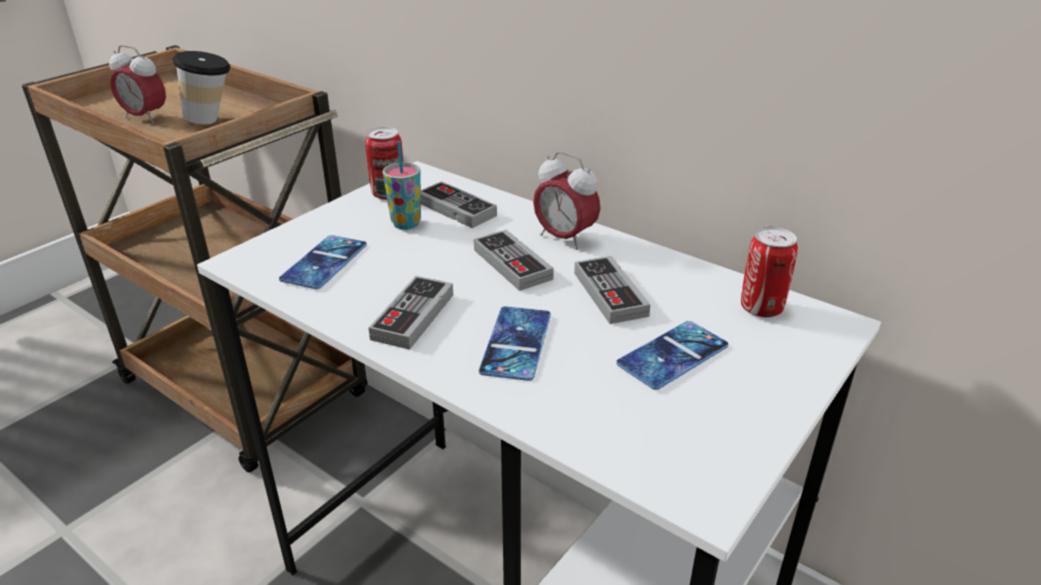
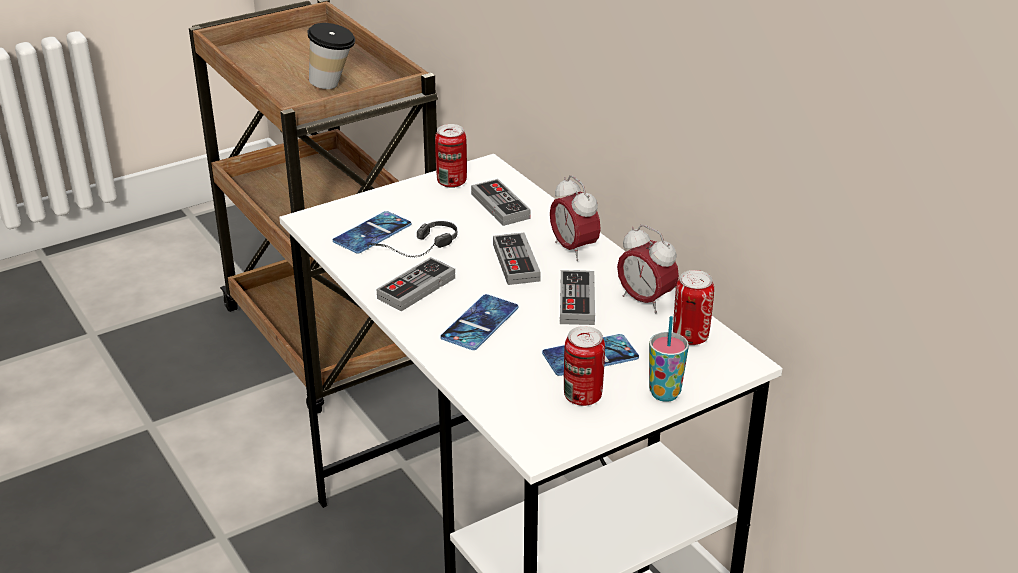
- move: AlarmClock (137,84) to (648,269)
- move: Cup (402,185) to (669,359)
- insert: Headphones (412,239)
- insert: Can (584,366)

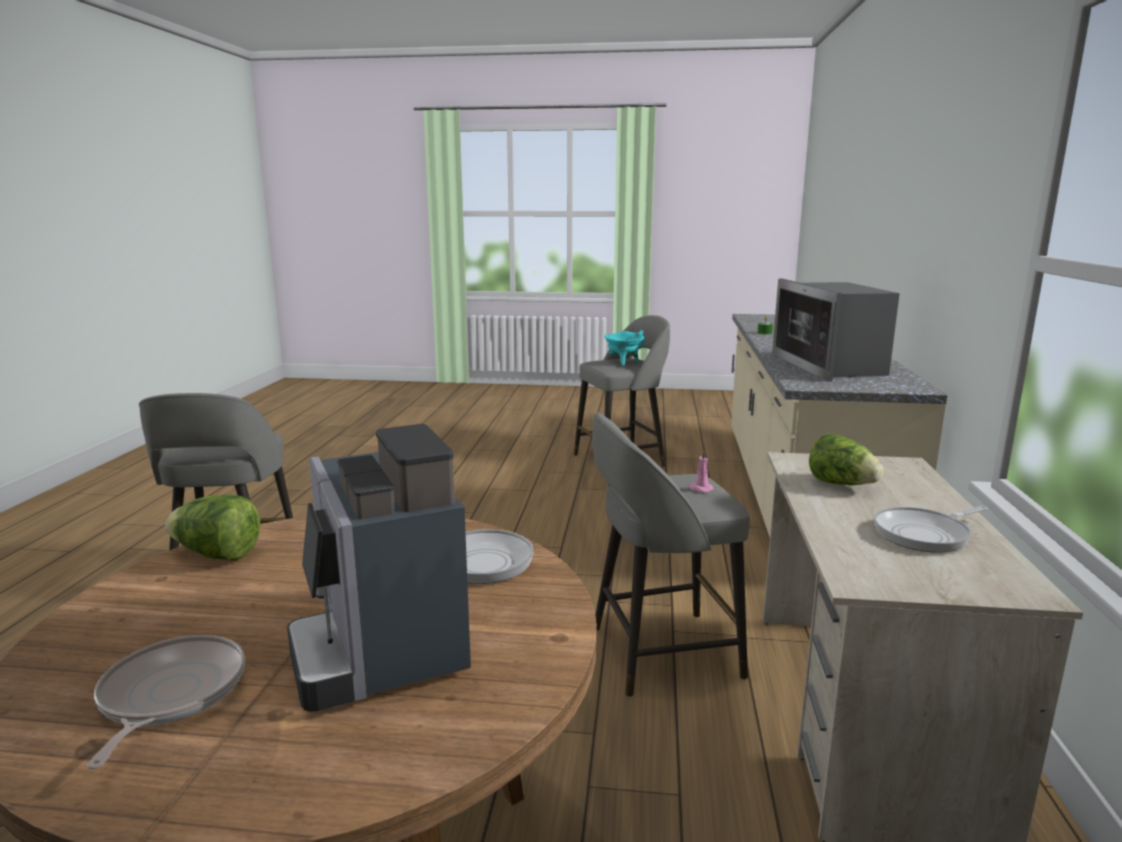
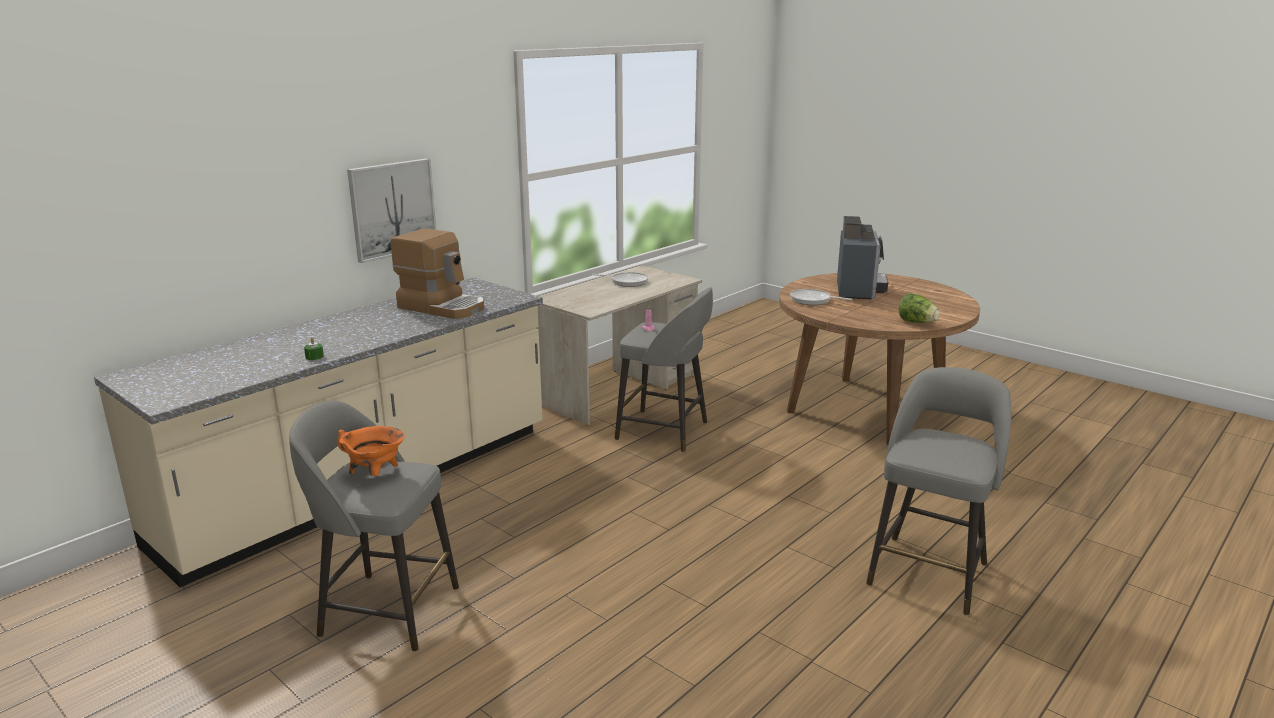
- delete: FryingPan (166,702)
- recolor: TurquoiseCookingPot (624,348) to OrangeCookingPot (371,451)
- replace: Microwave (836,330) to CoffeeMachine (437,274)
- delete: Lettuce (846,459)
- insert: Picture (391,210)

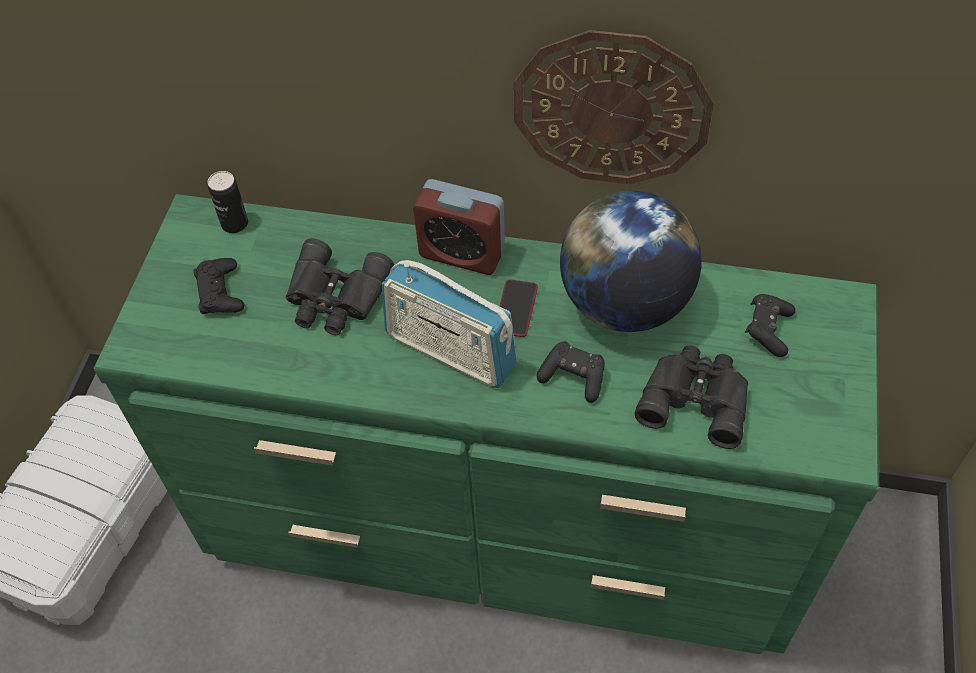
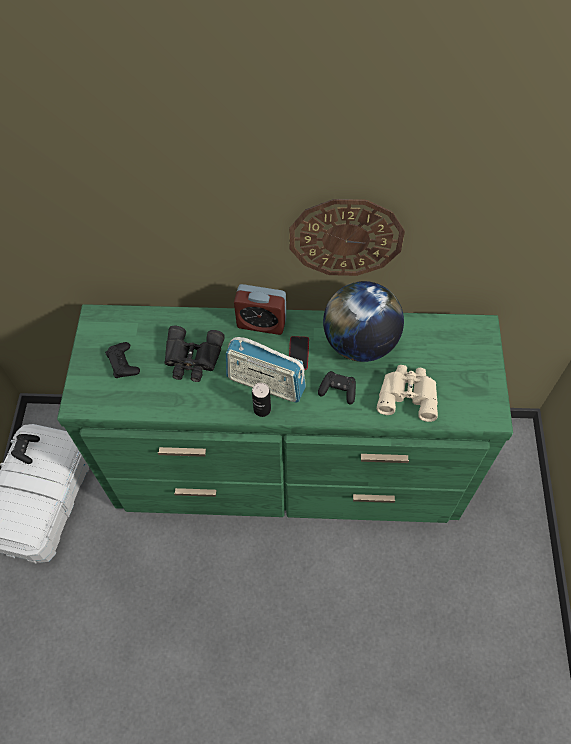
- move: Can (228,202) to (261,400)
- recolor: BlackBinoculars (691,397) to BeigeBinoculars (407,393)
- move: BlackGameController (770,325) to (25,449)

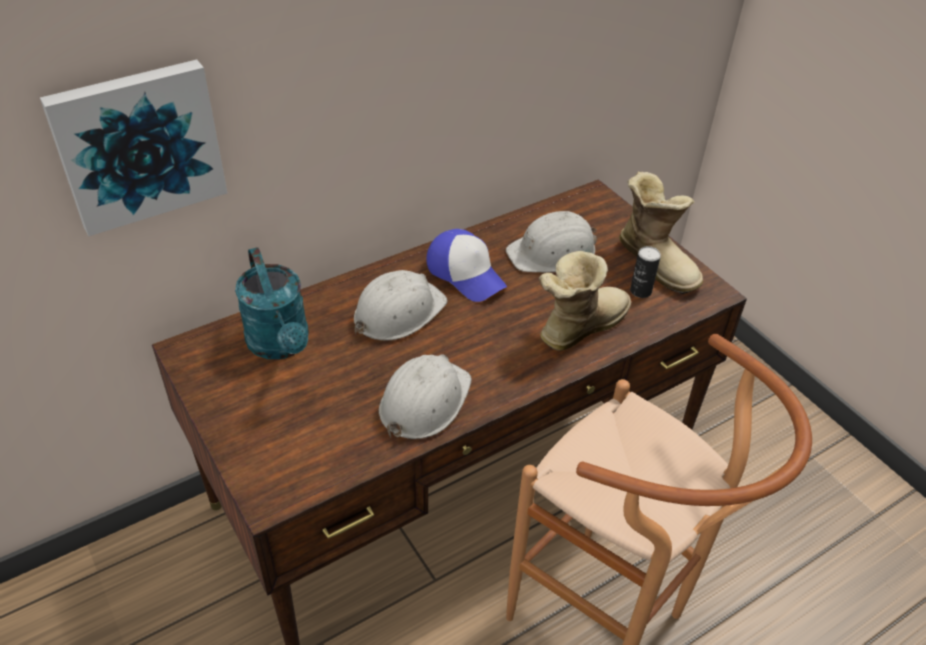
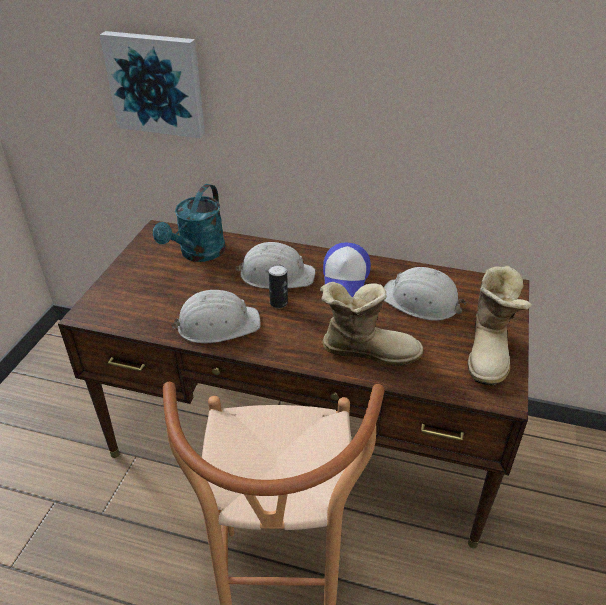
- move: Can (645,272) to (278,286)

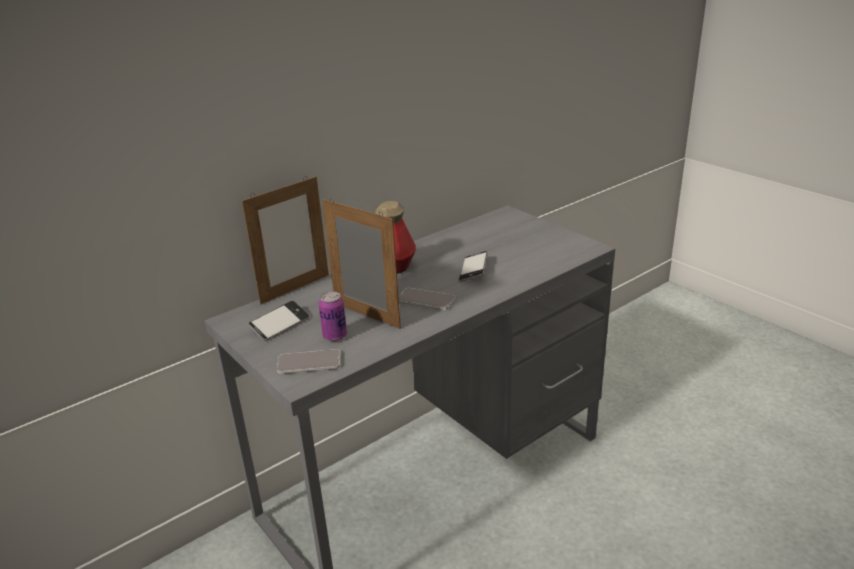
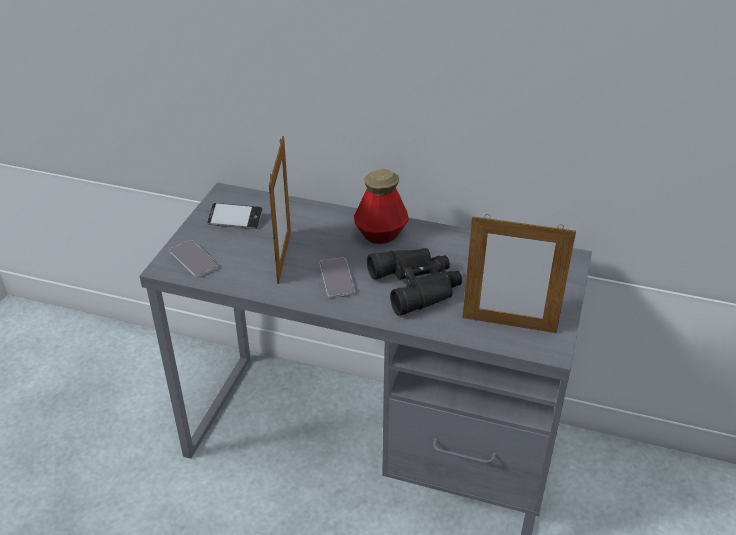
- move: PictureFrame (285,240) to (519,273)
- delete: Can (332,316)
- replace: Phone (473,266) to BlackBinoculars (414,282)

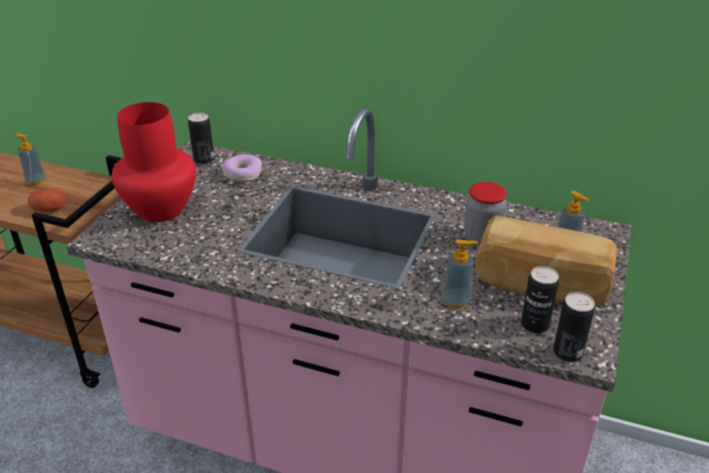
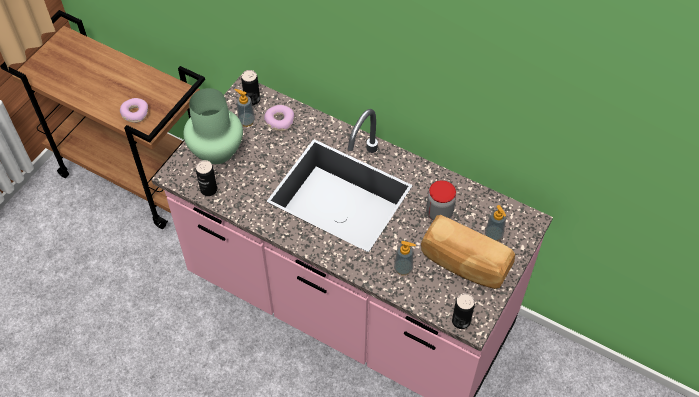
- move: SoapDispenser (29,159) to (245,108)
- replace: Potato (46,200) to Donut (134,110)
- recolor: RedVase (154,162) to GreenVase (213,126)
- move: Can (540,299) to (206,178)

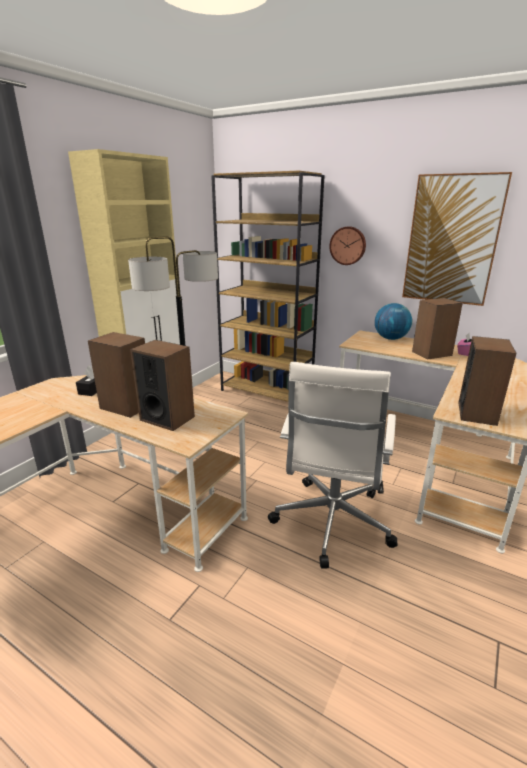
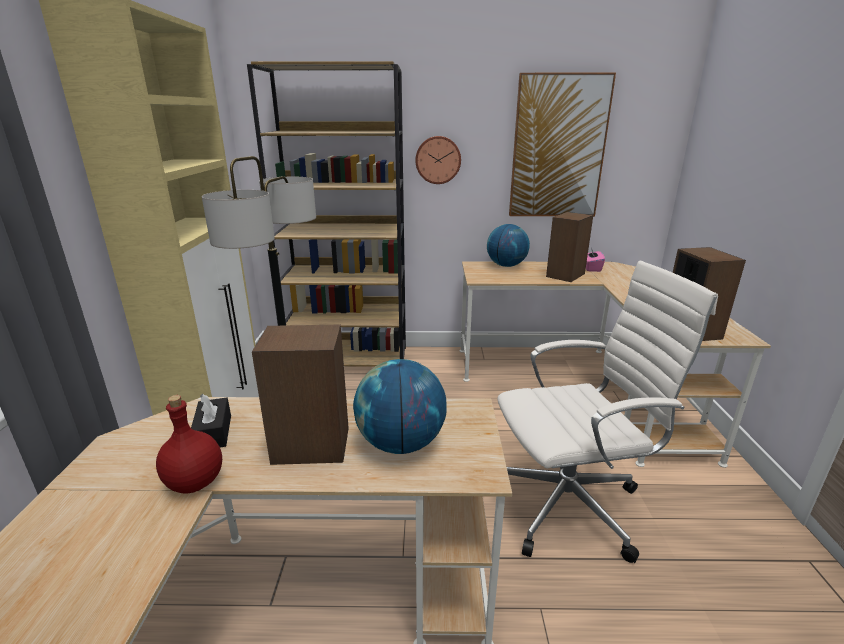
- replace: Speaker (162,385) to Globe (400,406)
- rotate: WhiteOfficeChair (332,465) = (607,412) 90 degrees counterclockwise
- insert: RedBottle (189,444)

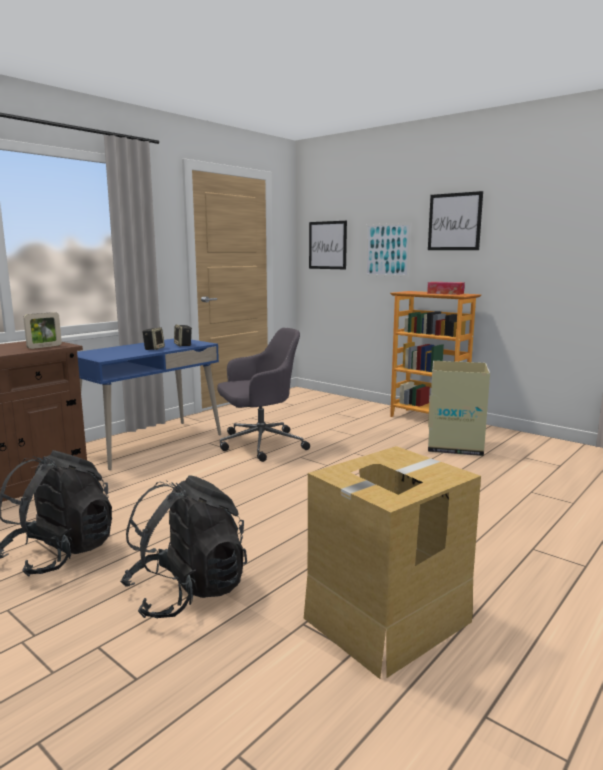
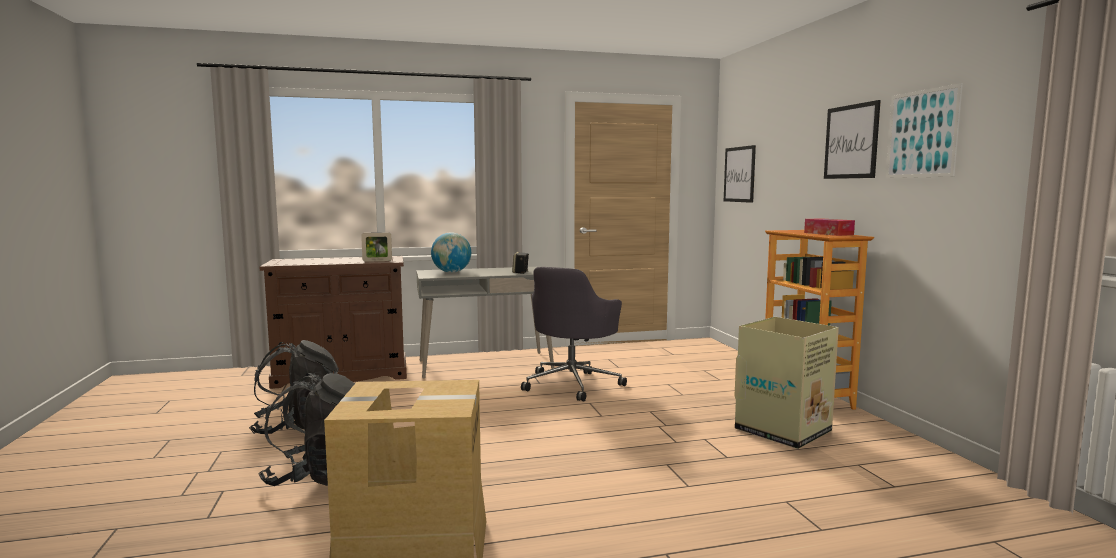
- recolor: BlueDesk (149,404) to GreyDesk (485,323)
- delete: Speaker (153,338)
- rotate: GreyOfficeChair (263,395) = (574,334) 105 degrees clockwise
- move: Picture (388,250) to (924,130)
- insert: Globe (451,252)

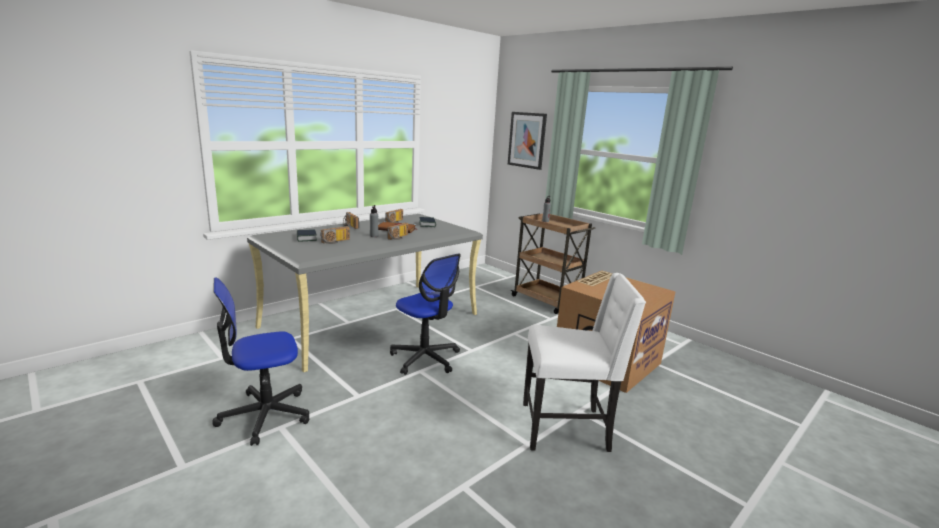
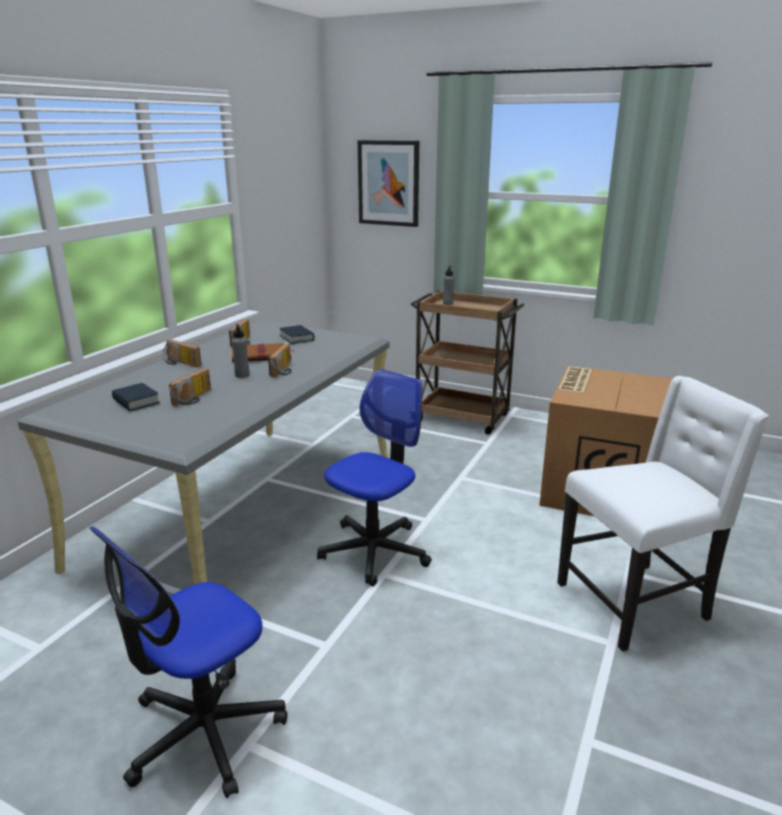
- rotate: OfficeChair (425,314) = (374,477) 75 degrees counterclockwise

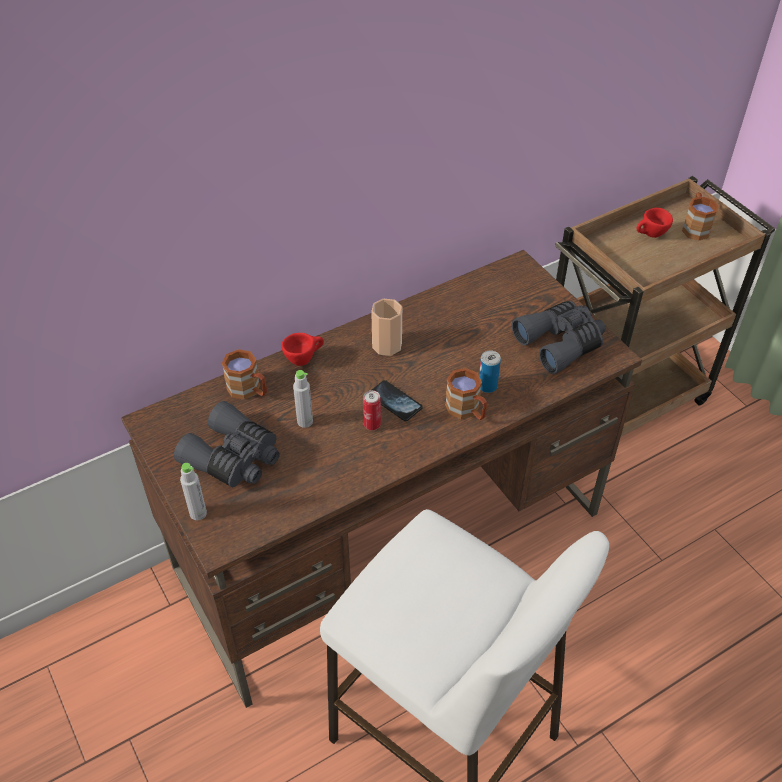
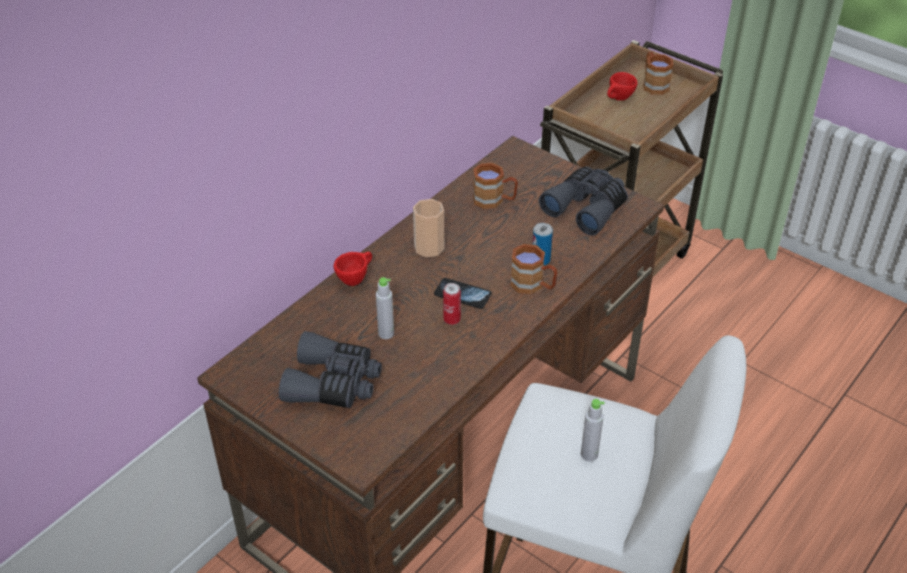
- move: GreyBottle (193,491) to (593,430)
- move: BrownMug (244,374) to (495,186)

